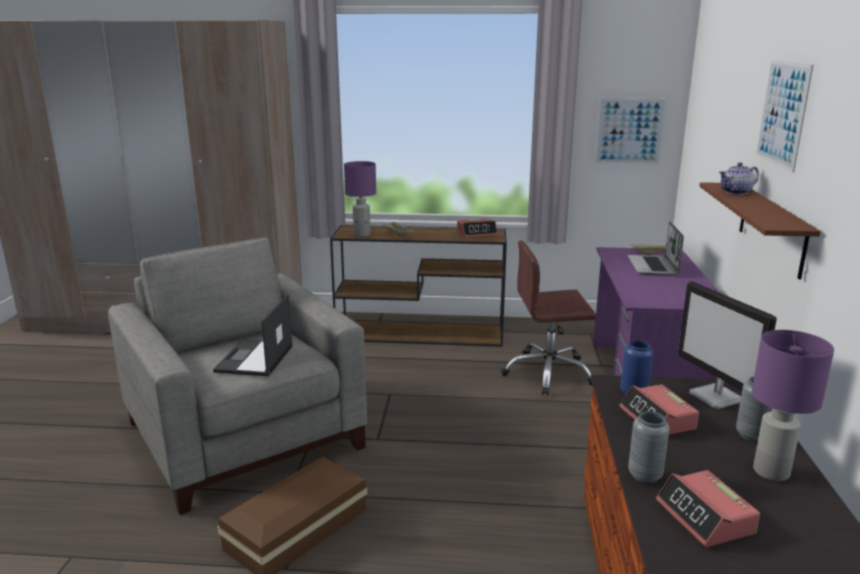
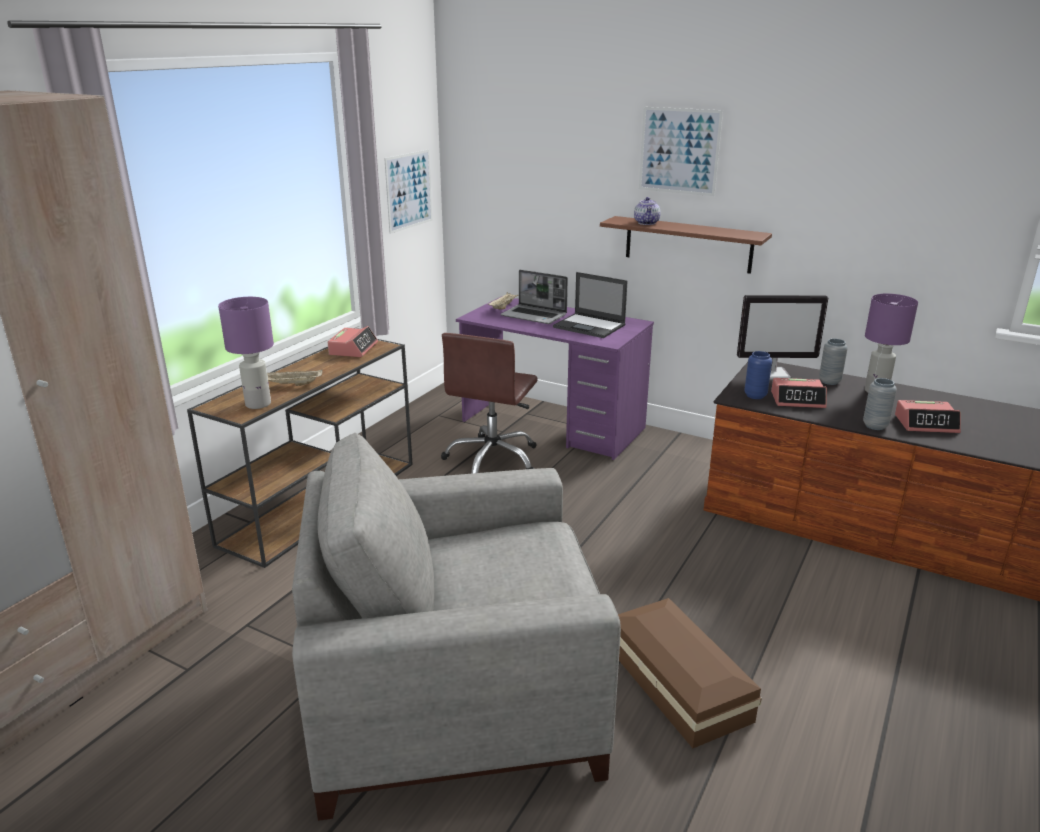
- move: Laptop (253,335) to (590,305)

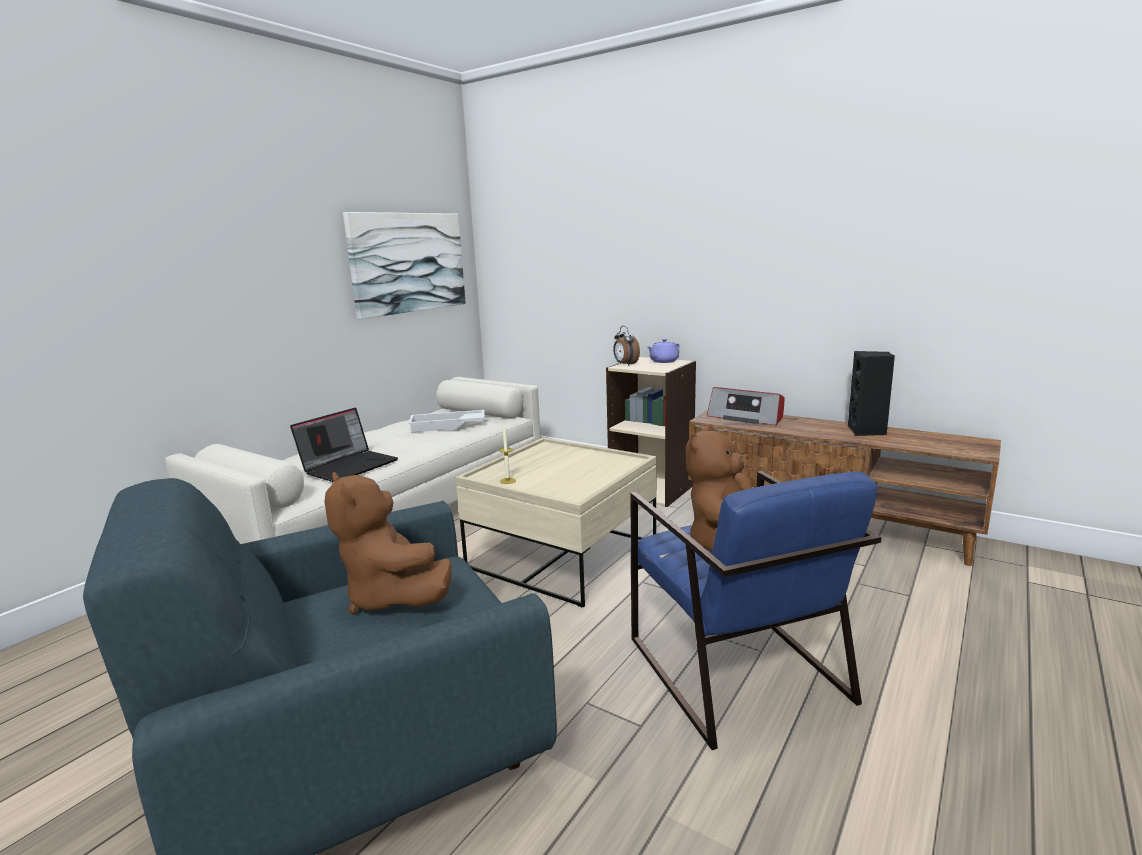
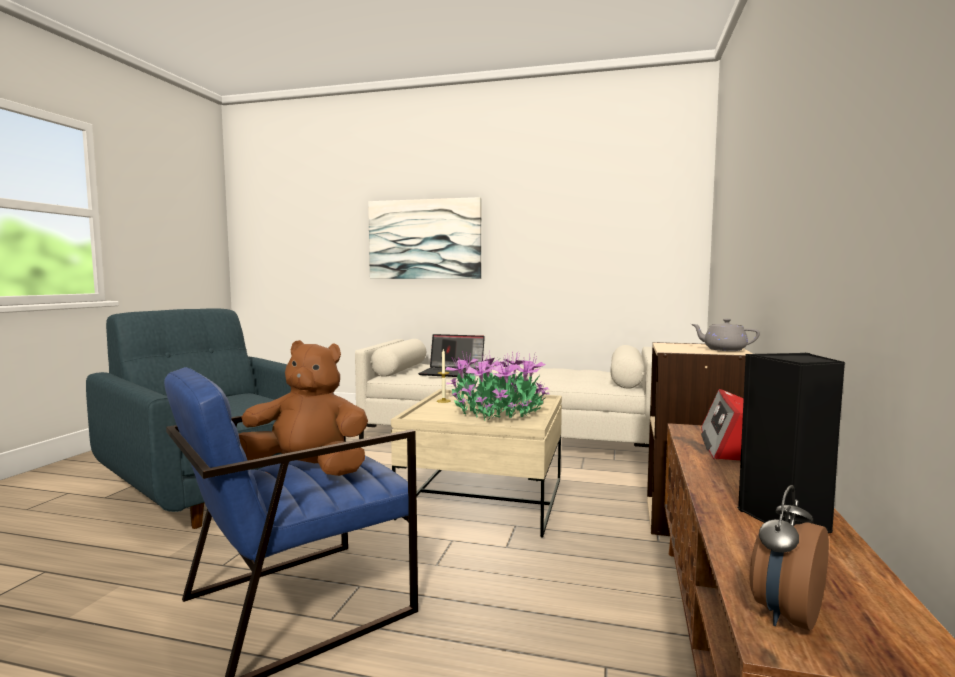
- delete: BrownPlushToy (388,543)
- move: Picture (404,265) to (424,238)
- delete: WhiteTray (446,421)
- move: AlarmClock (626,346) to (789,558)
- recolor: PurpleTeapot (664,351) to GreyTeapot (725,335)
- insert: PottedPlant (497,385)

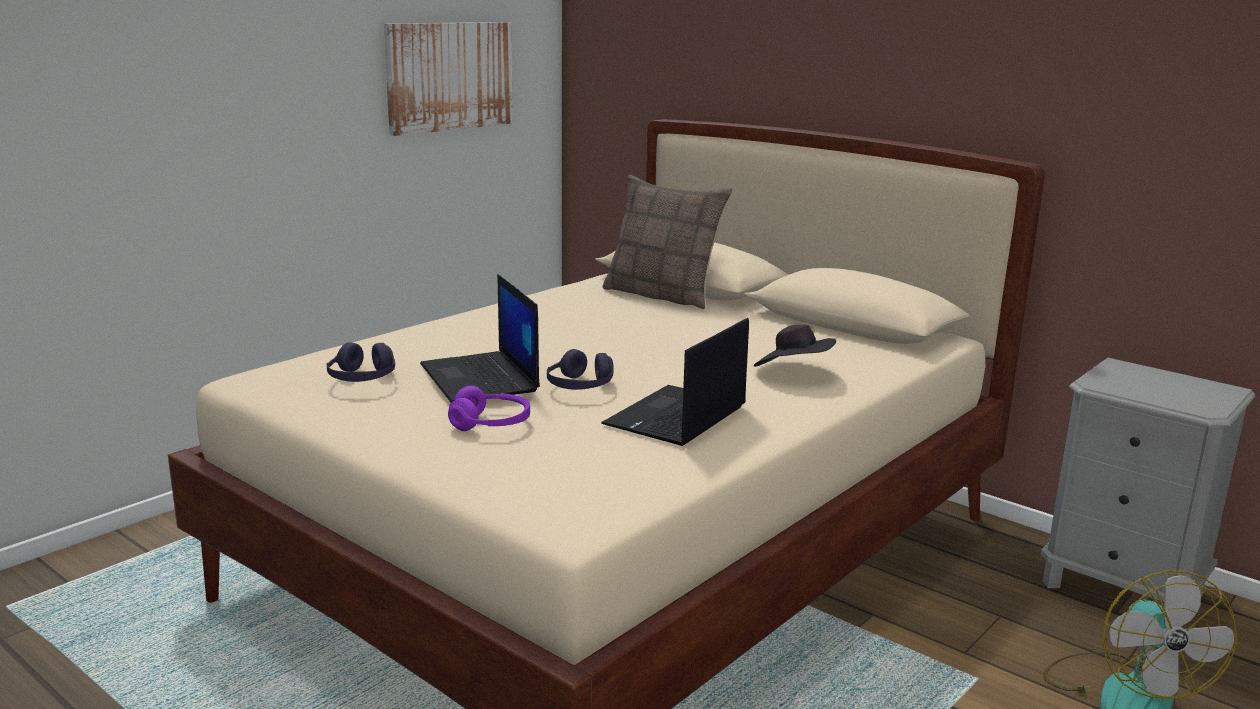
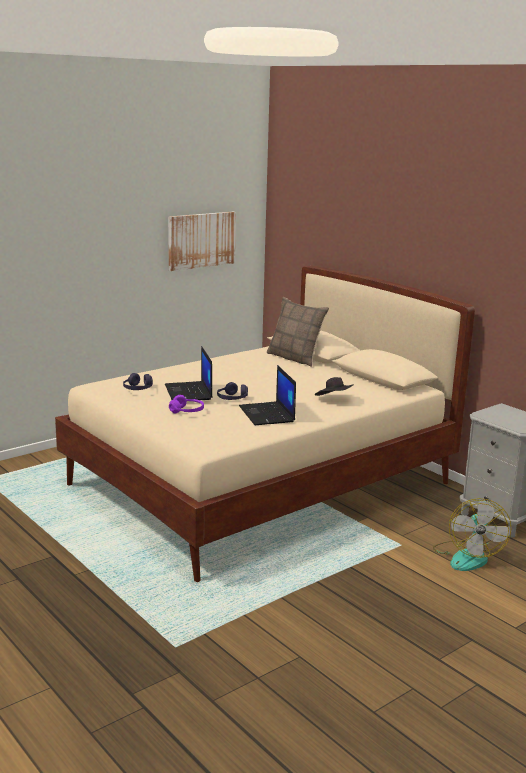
- rotate: Laptop (675,382) = (267,395) 60 degrees counterclockwise

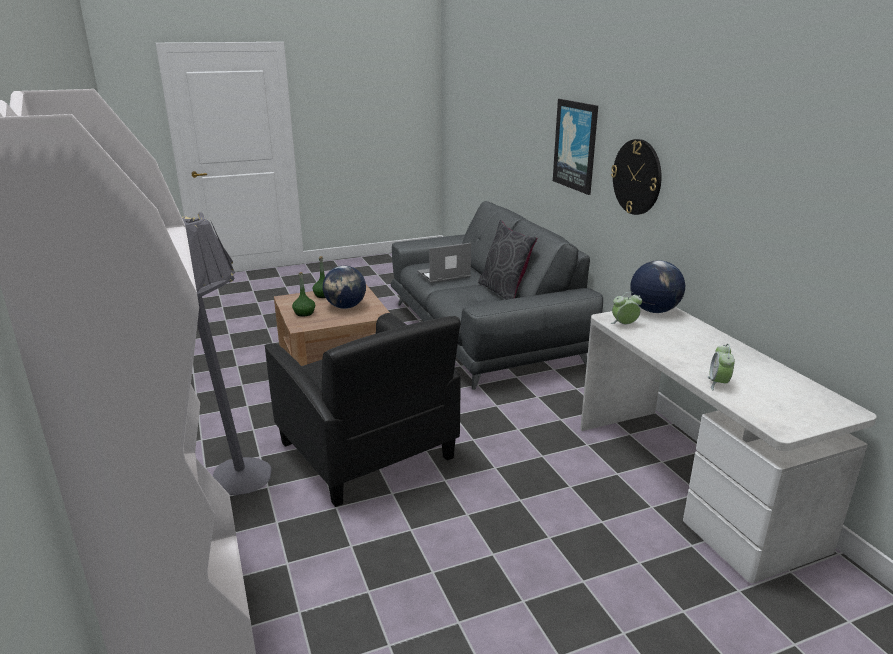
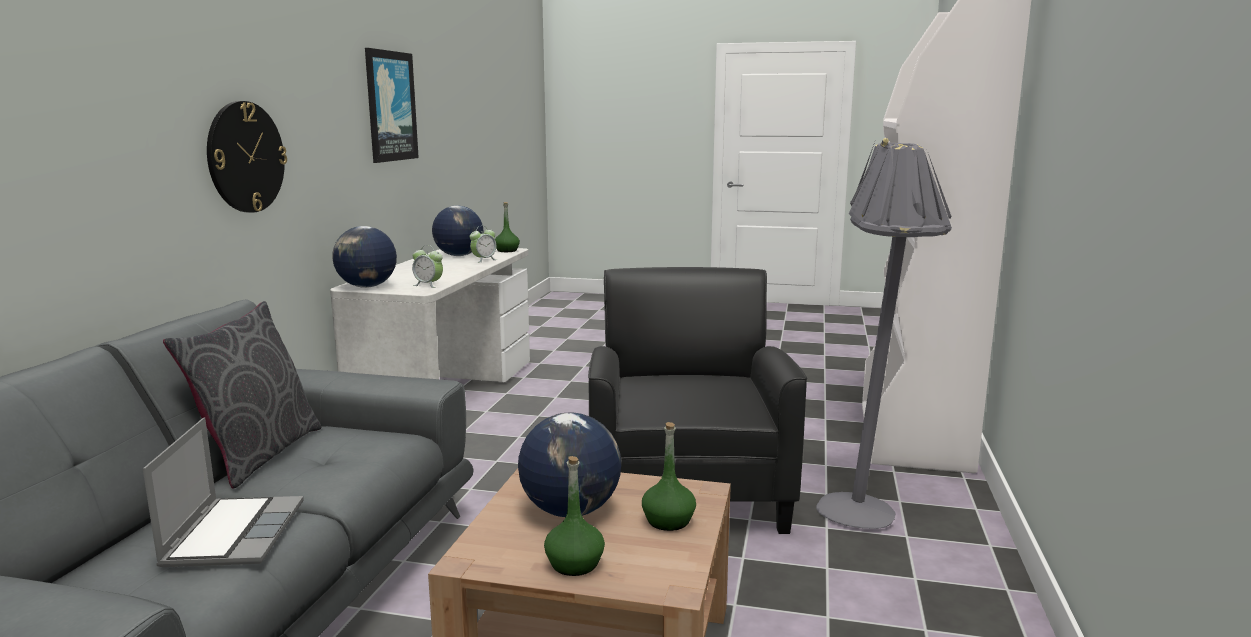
- rotate: Laptop (444,263) = (223,492) 105 degrees counterclockwise
- move: Picture (575,147) to (392,105)
- insert: Globe (458,231)
- insert: GreenBottle (507,227)

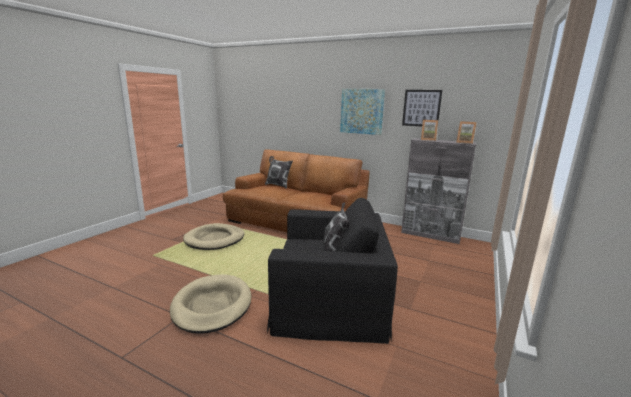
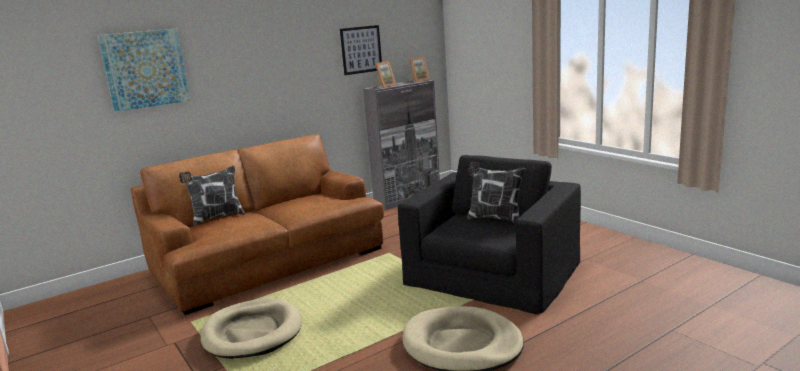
- move: Picture (362,112) to (144,70)

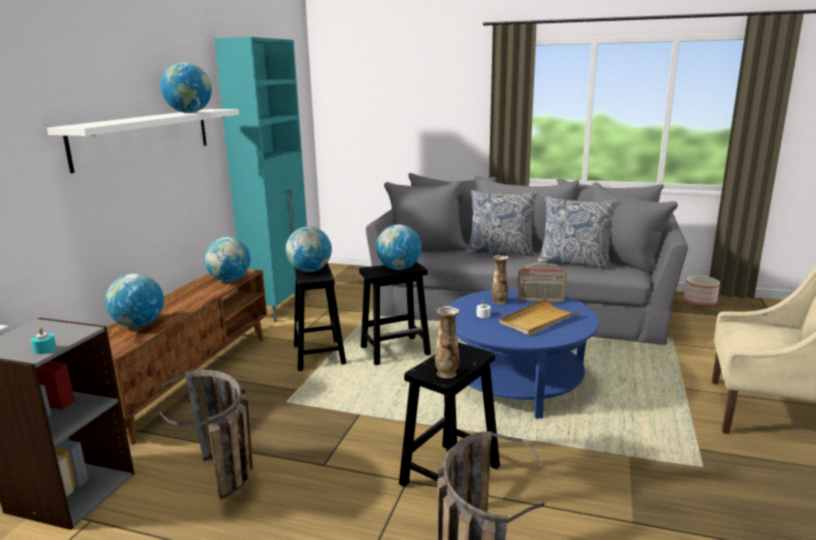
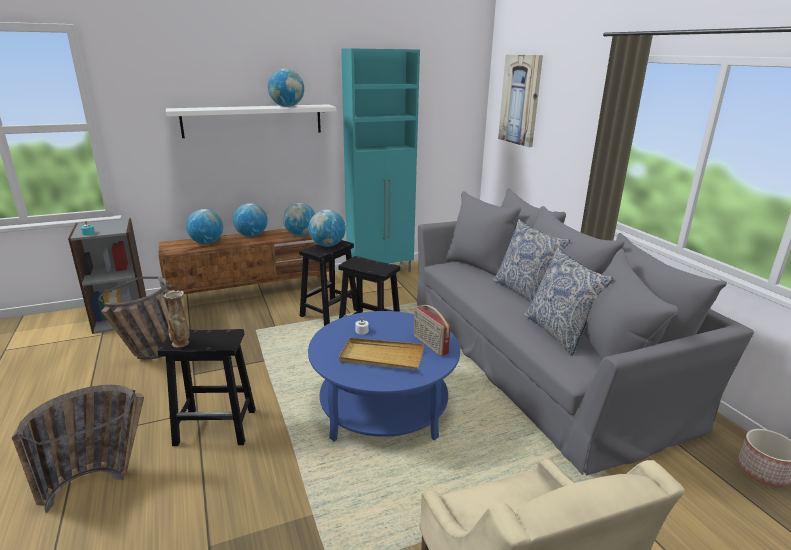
- move: Globe (398,247) to (250,220)
- delete: Vase (500,280)
- insert: Picture (520,100)

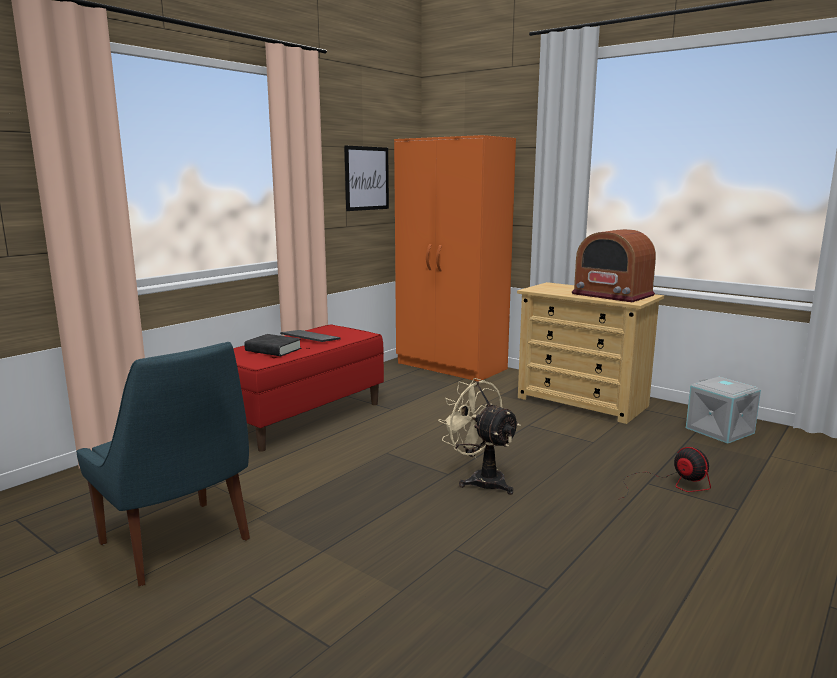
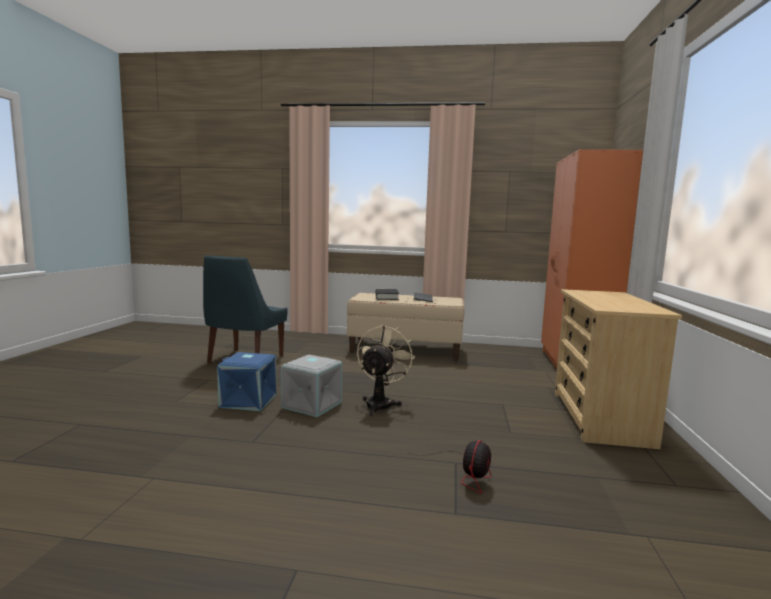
- recolor: RedBench (308,388) to BeigeBench (405,326)
- delete: Picture (366,178)
- delete: Radio (614,265)
- move: GreyStorageBox (723,410) to (311,386)
- insert: BlueStorageBox (246,381)

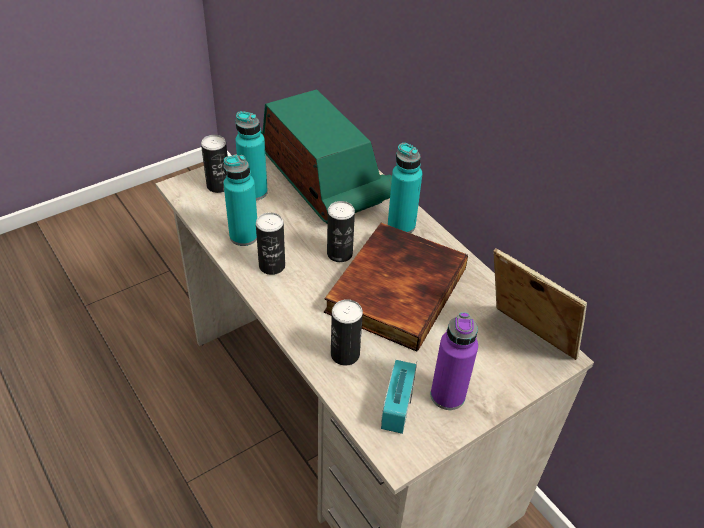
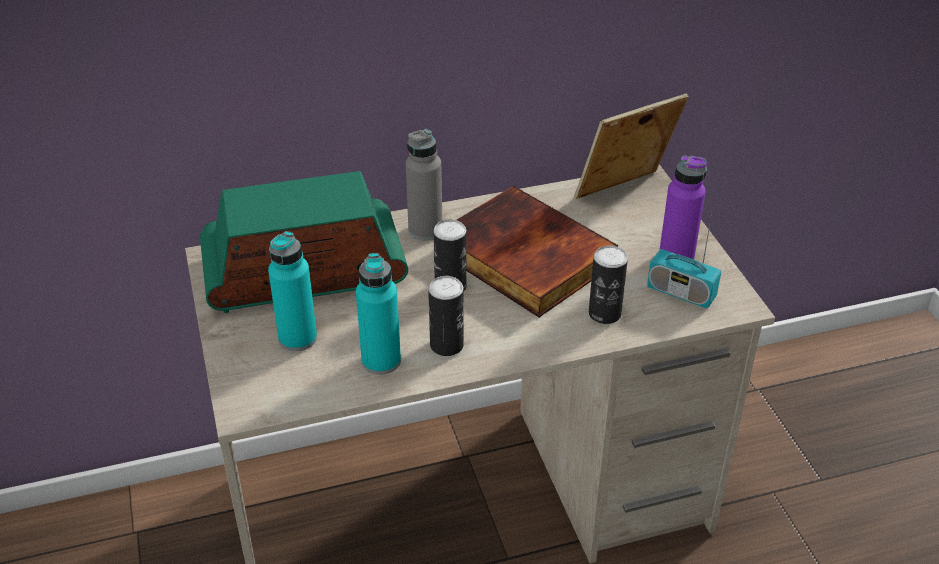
- delete: Can (214,164)
- recolor: TurquoiseBottle (405,188) to GreyBottle (424,185)

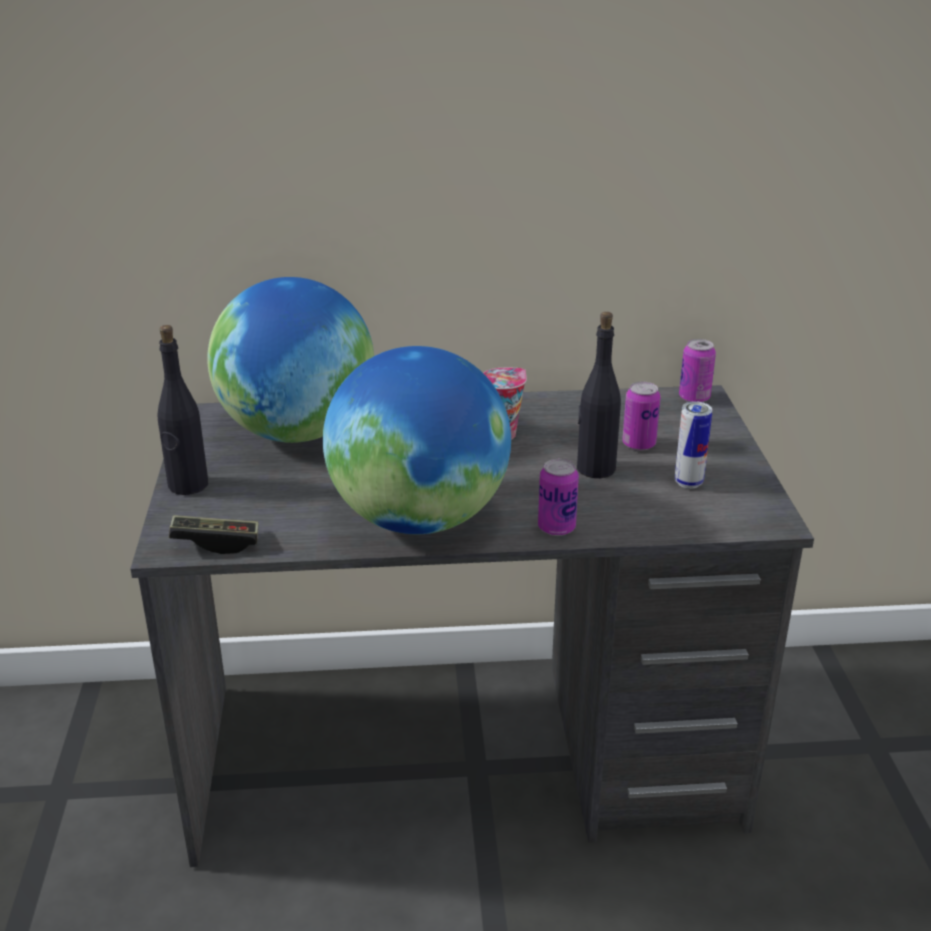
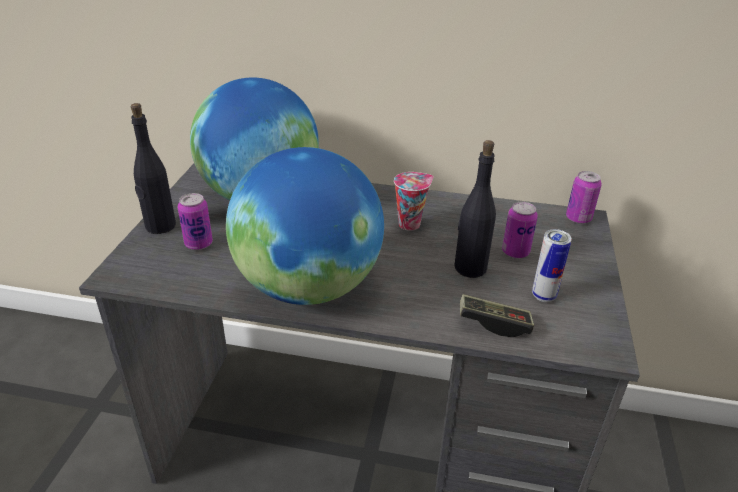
- move: GameController (214,534) to (497,315)
- move: Can (558,497) to (195,221)

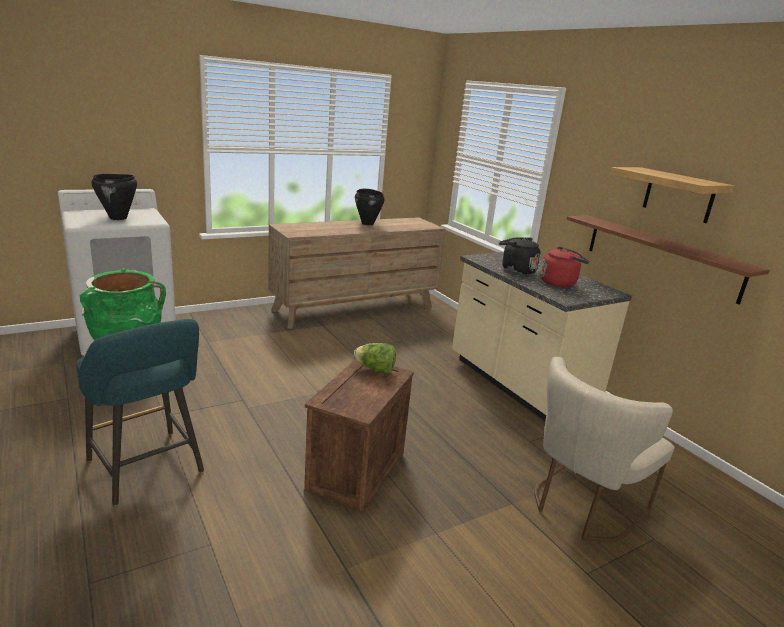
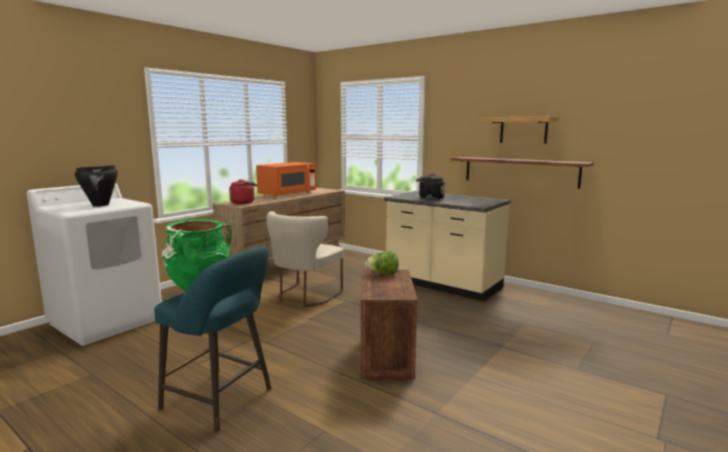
- replace: BlackCookingPot (370,207) to OrangeMicrowave (286,180)
- move: BeigeChair (604,449) to (305,259)
- move: RedKettle (565,266) to (243,191)

